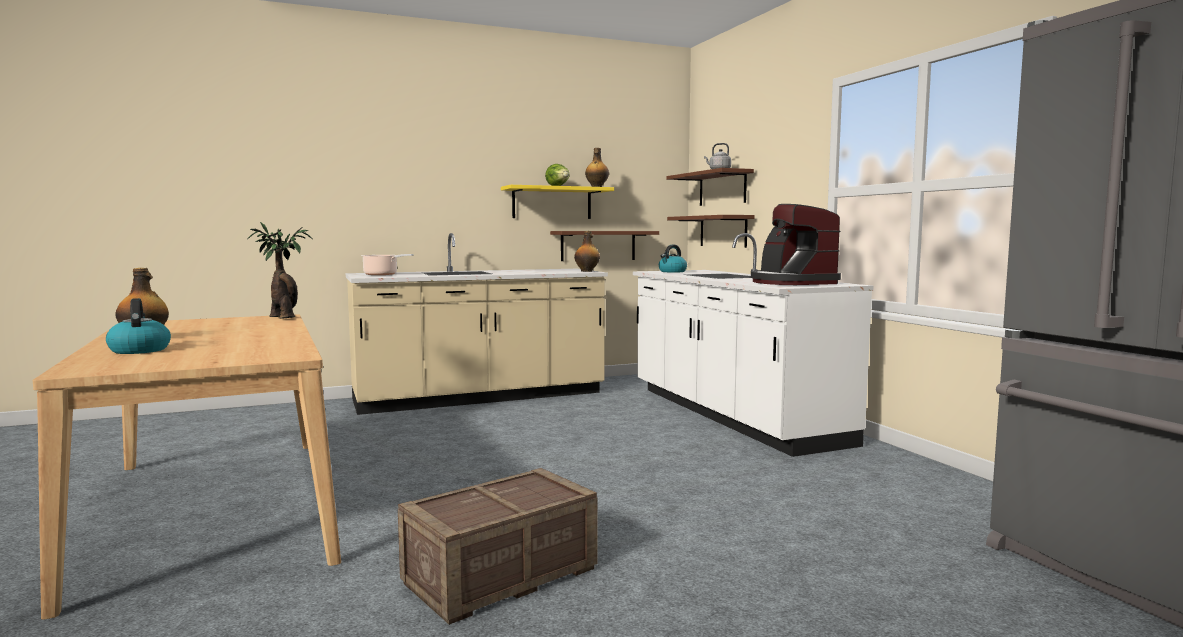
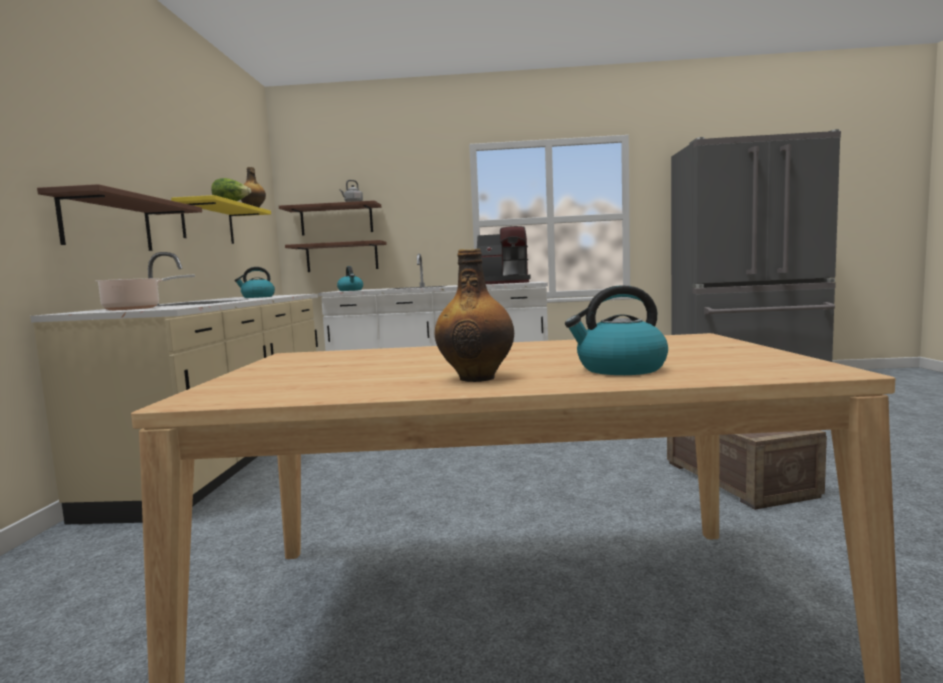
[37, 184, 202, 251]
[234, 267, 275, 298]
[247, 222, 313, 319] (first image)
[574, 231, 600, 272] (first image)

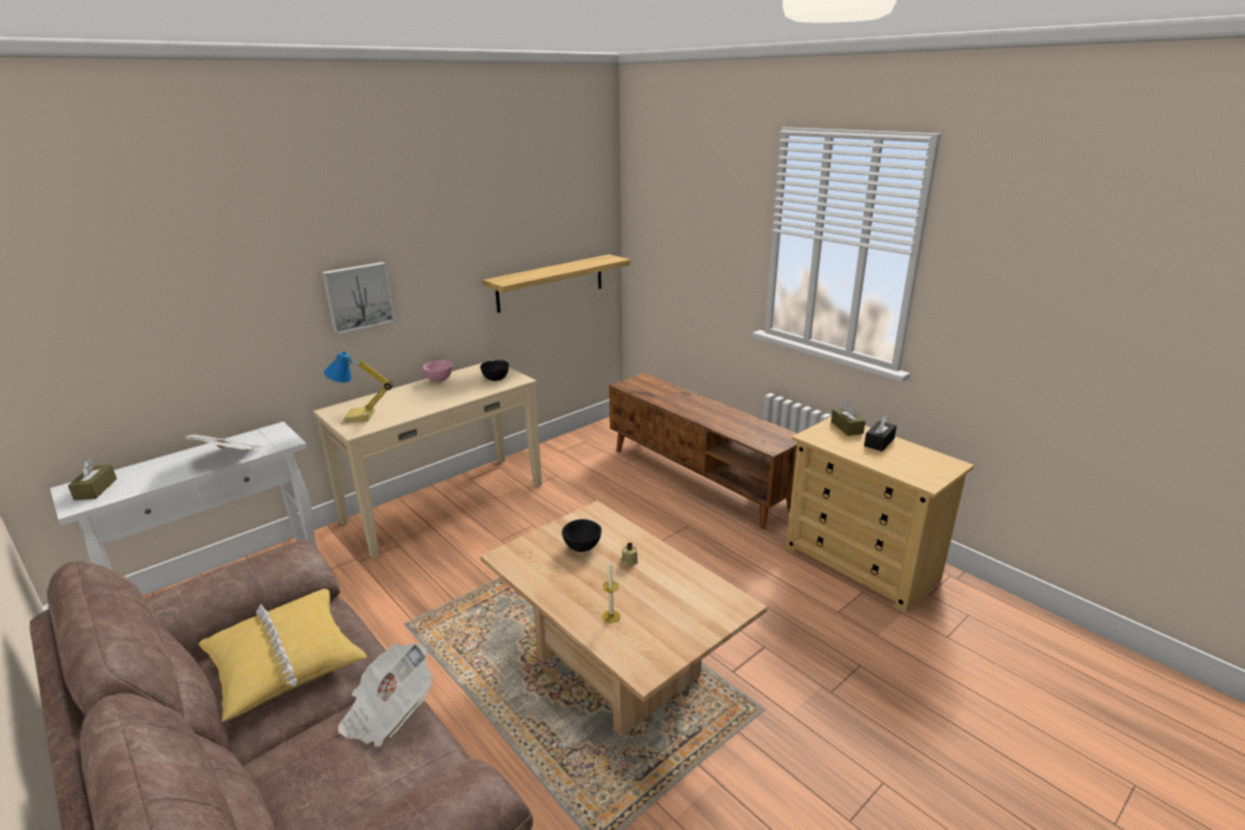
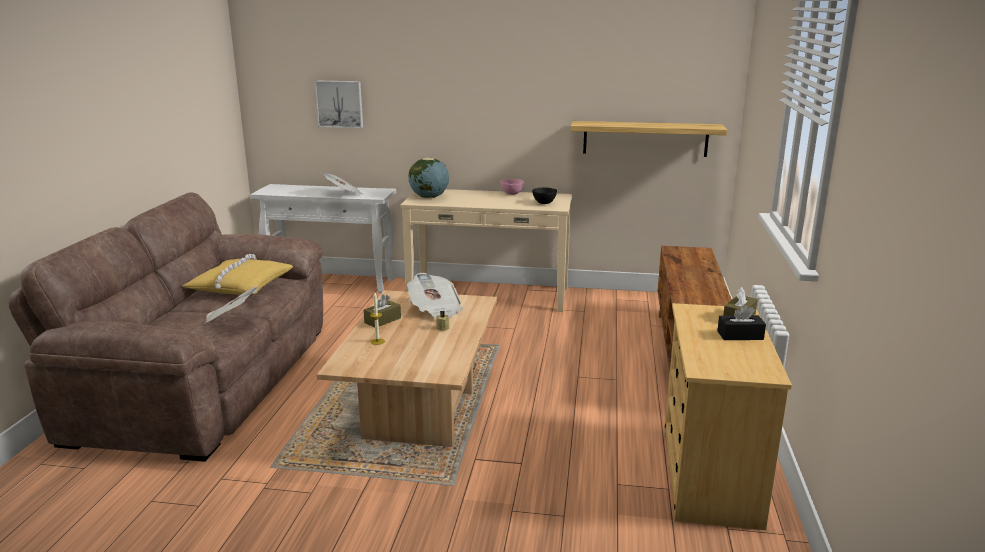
[315, 81, 363, 128]
[364, 294, 401, 327]
[407, 273, 463, 319]
[408, 157, 449, 198]

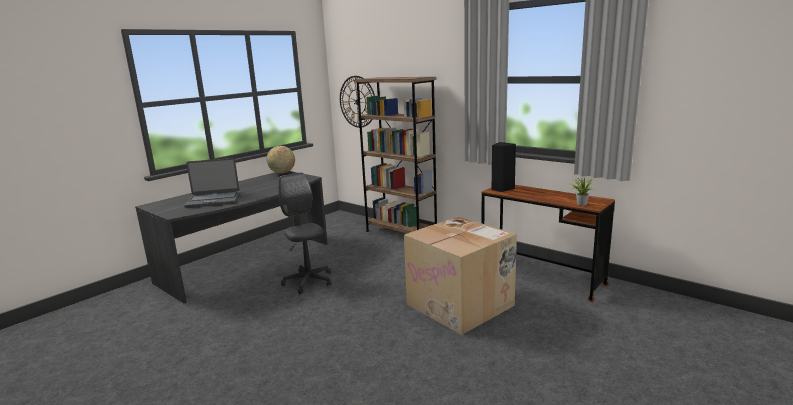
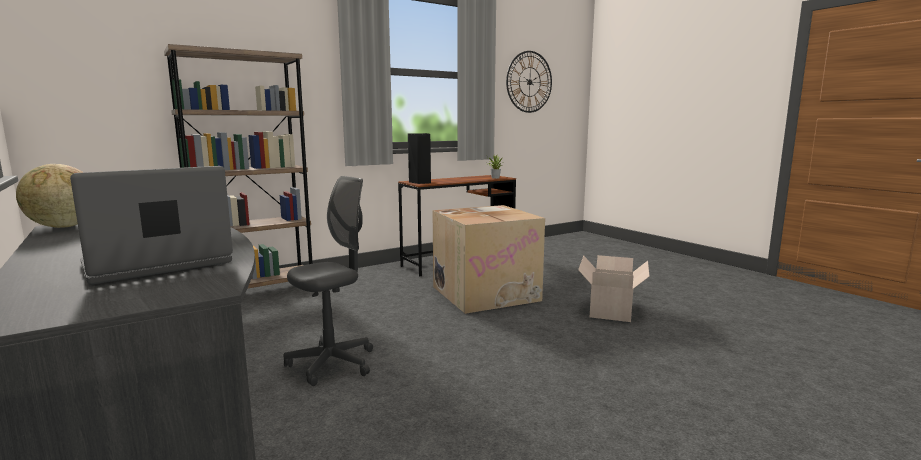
[70, 166, 233, 285]
[284, 176, 373, 386]
[506, 51, 552, 113]
[578, 255, 650, 322]

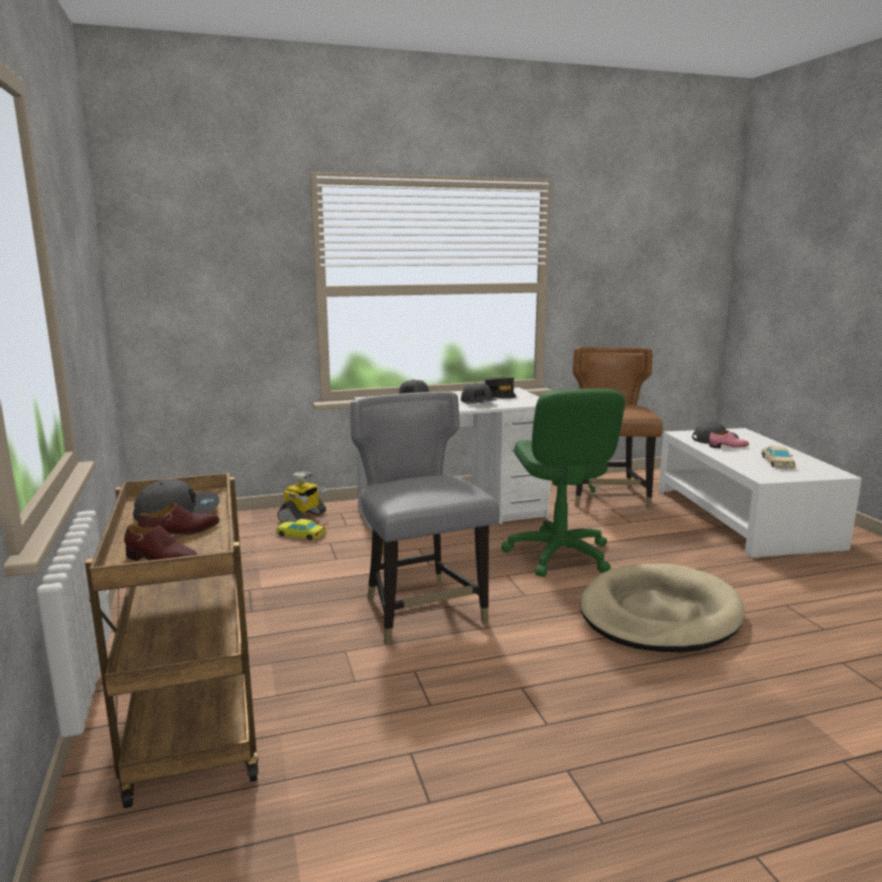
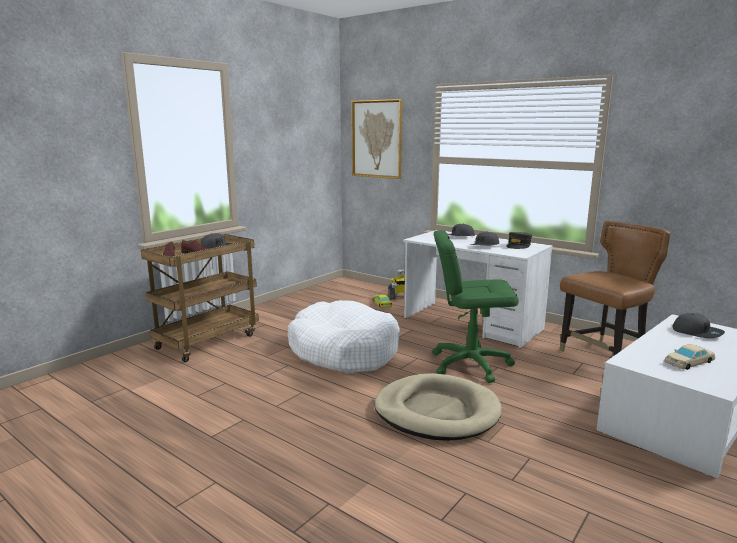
[288, 300, 400, 374]
[351, 99, 402, 179]
[432, 230, 519, 383]
[709, 430, 749, 448] (first image)

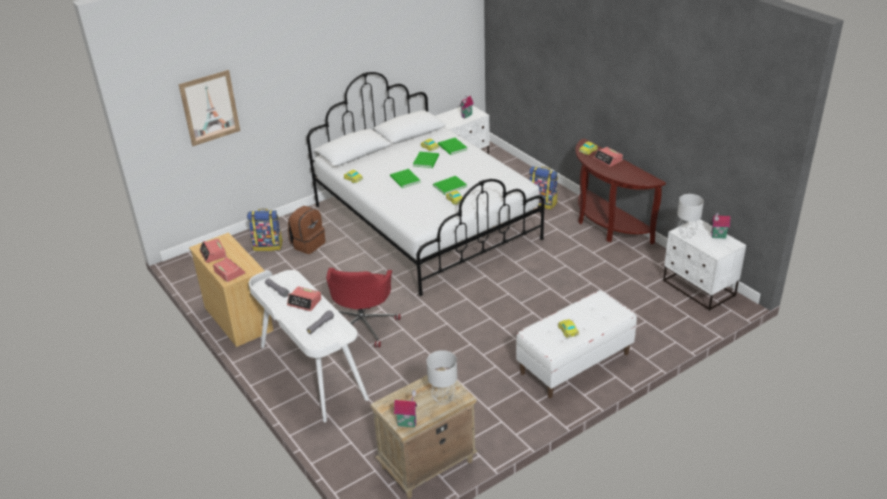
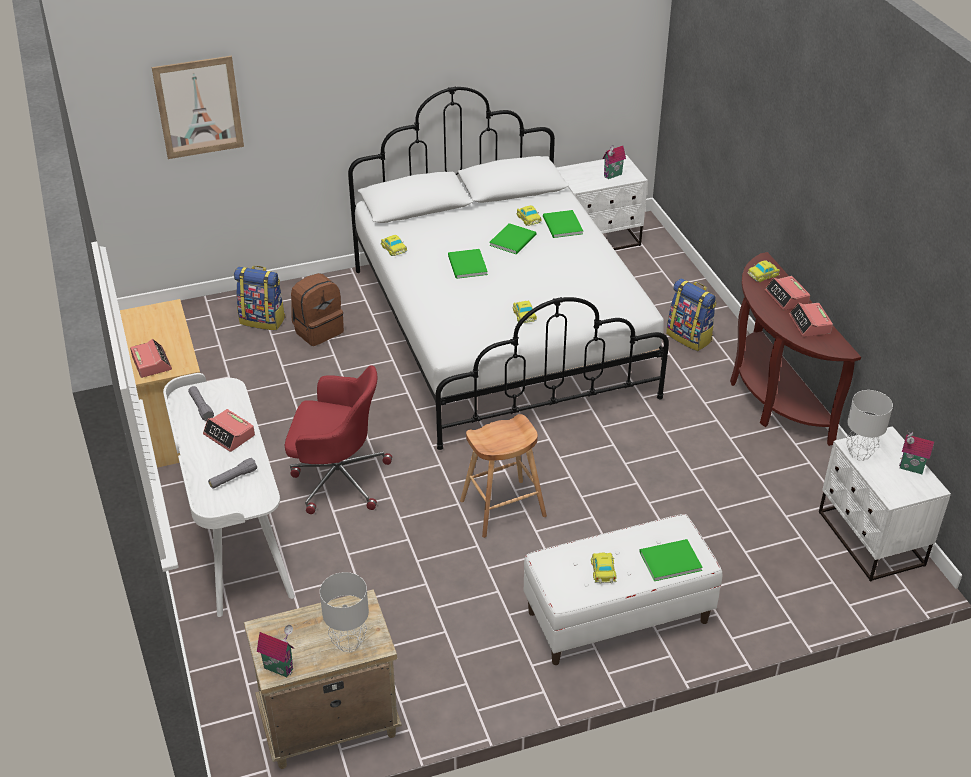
[285, 365, 392, 514]
[460, 414, 547, 538]
[639, 539, 703, 581]
[789, 303, 833, 337]

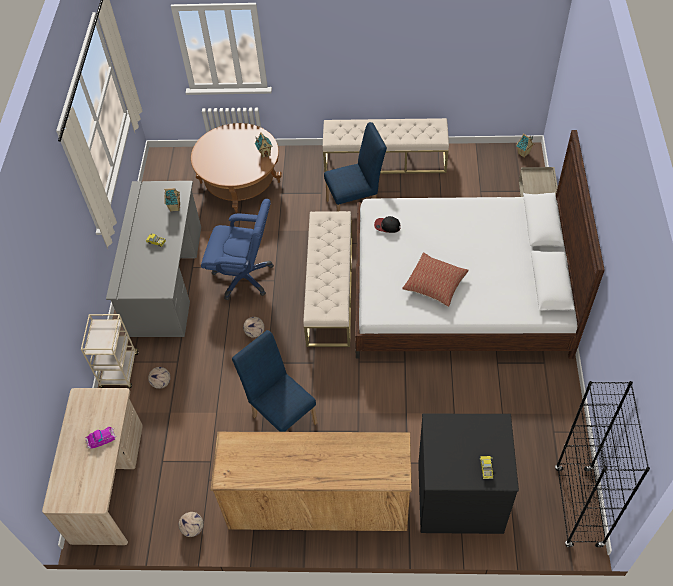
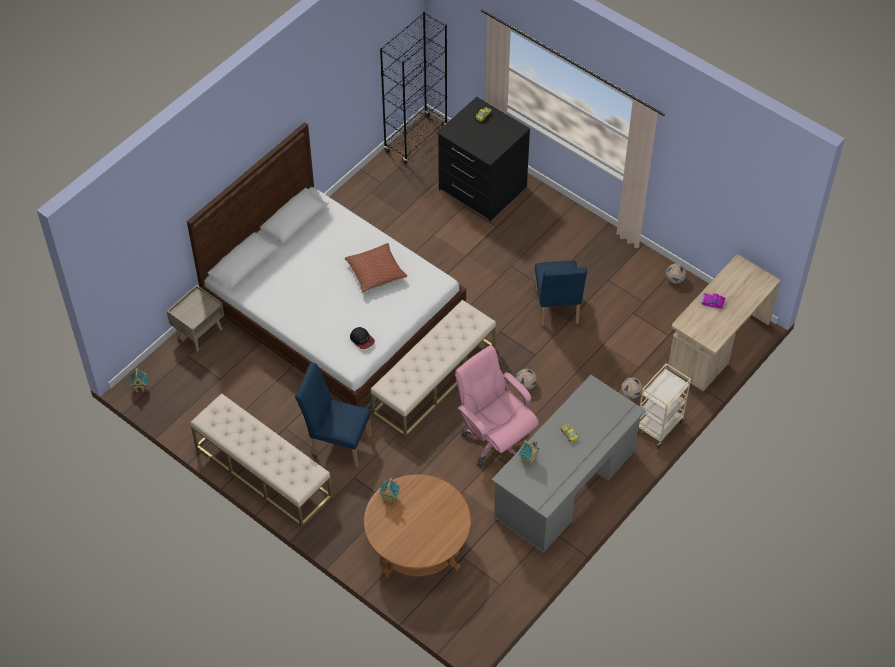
[455, 345, 539, 466]
[210, 432, 412, 531] (first image)

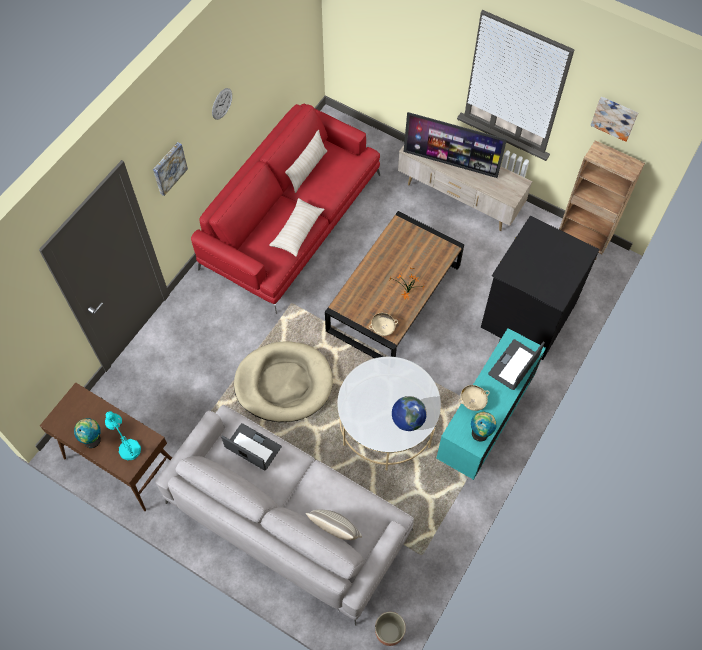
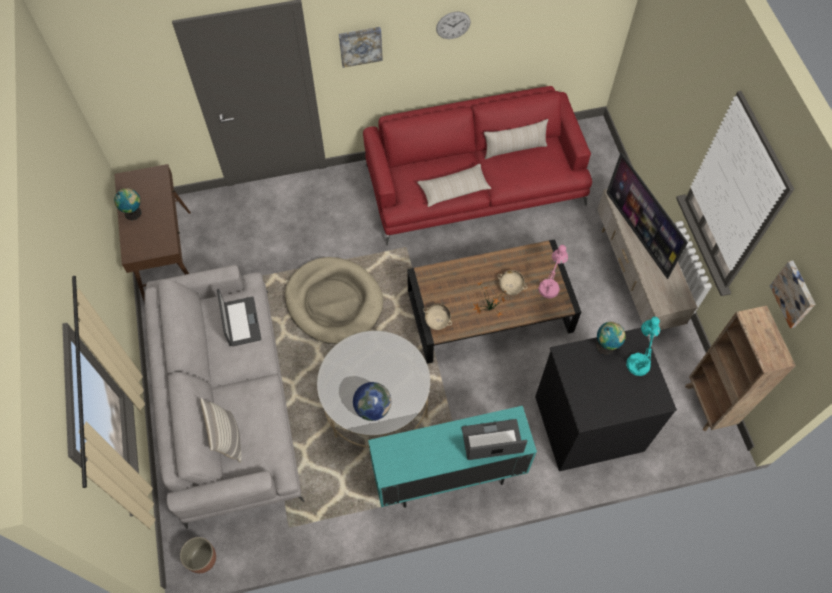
[497, 270, 527, 295]
[538, 245, 568, 298]
[596, 322, 626, 355]
[626, 317, 660, 376]

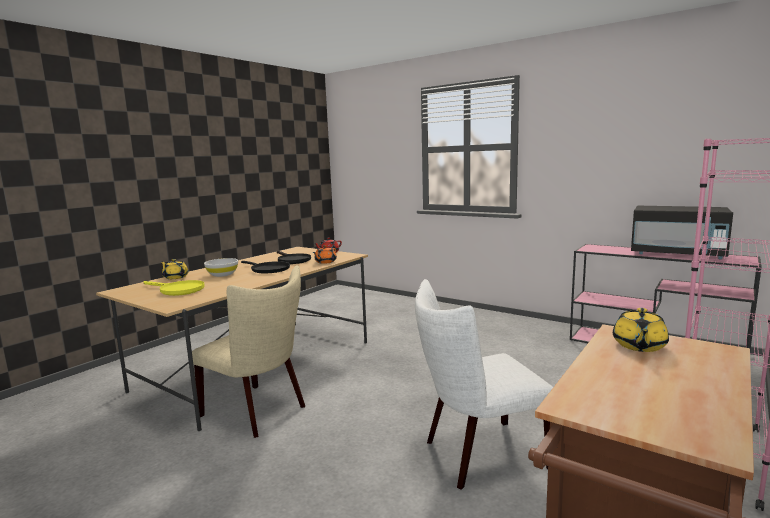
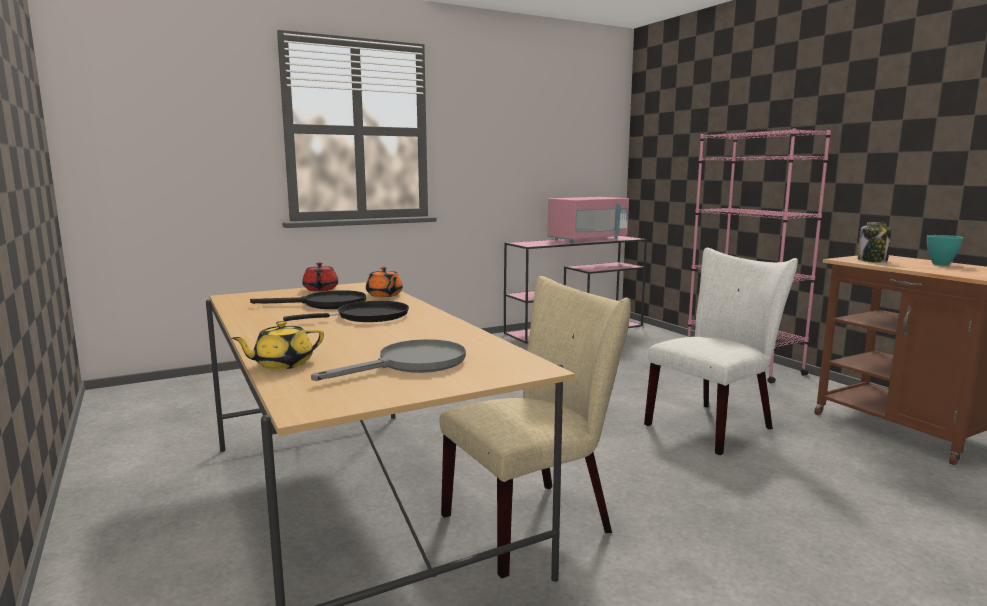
[311, 339, 466, 381]
[548, 197, 629, 243]
[644, 248, 798, 455]
[858, 222, 891, 262]
[927, 235, 963, 265]
[204, 258, 238, 277] (first image)

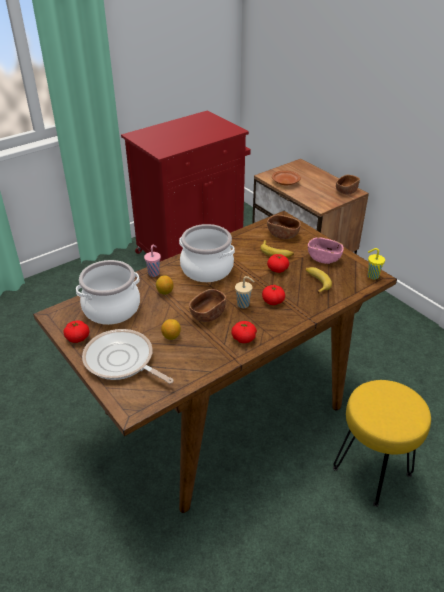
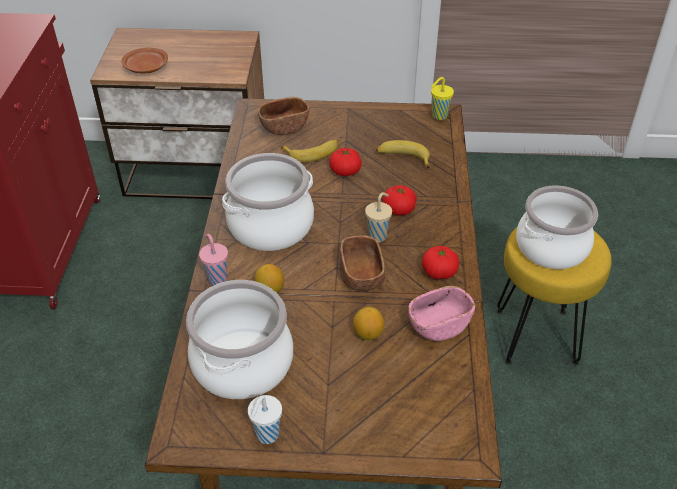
[248, 395, 282, 444]
[408, 286, 475, 341]
[516, 185, 598, 269]
[82, 329, 174, 384] (first image)
[336, 175, 360, 194] (first image)

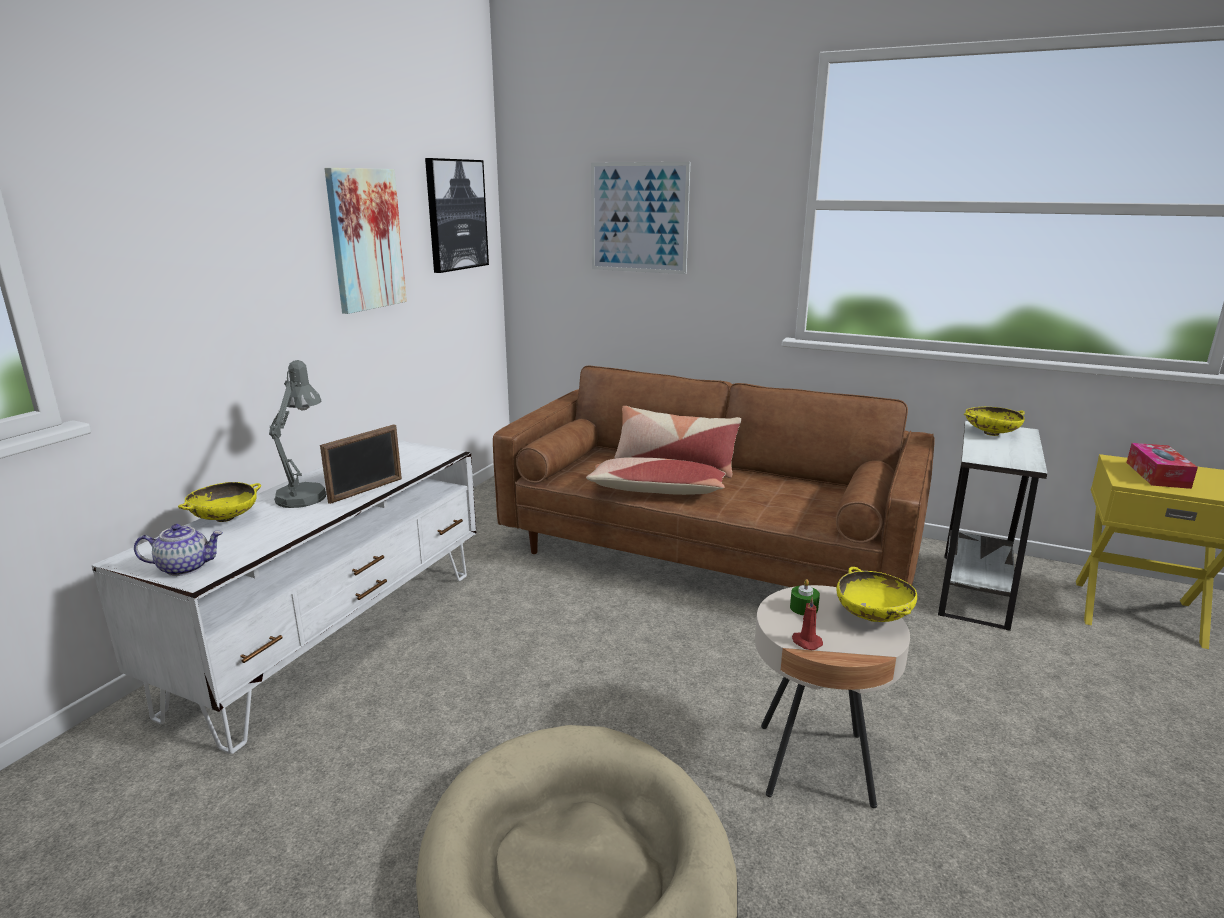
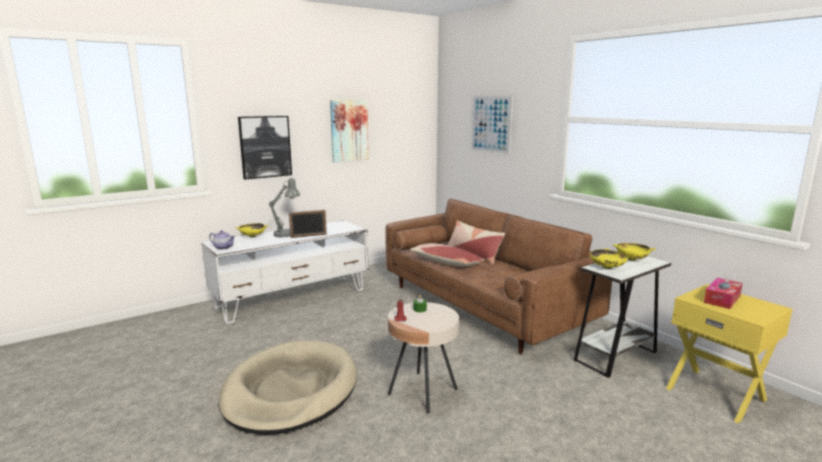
[238, 116, 292, 179]
[590, 248, 628, 269]

